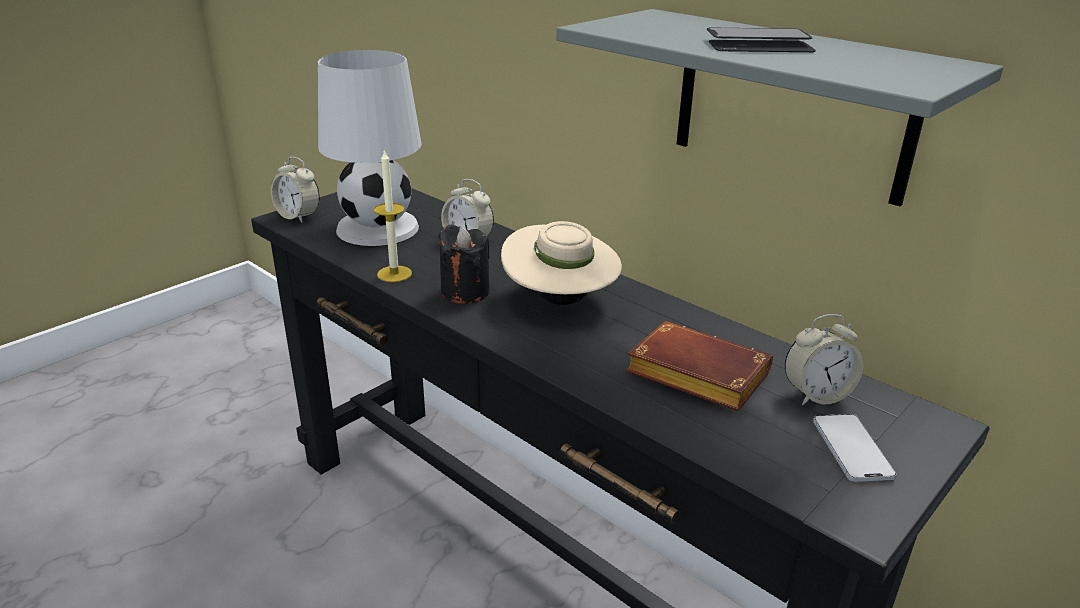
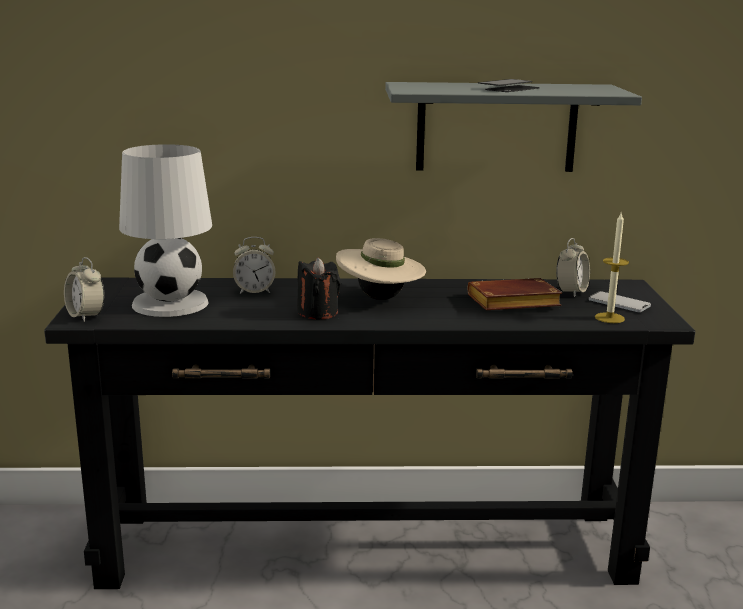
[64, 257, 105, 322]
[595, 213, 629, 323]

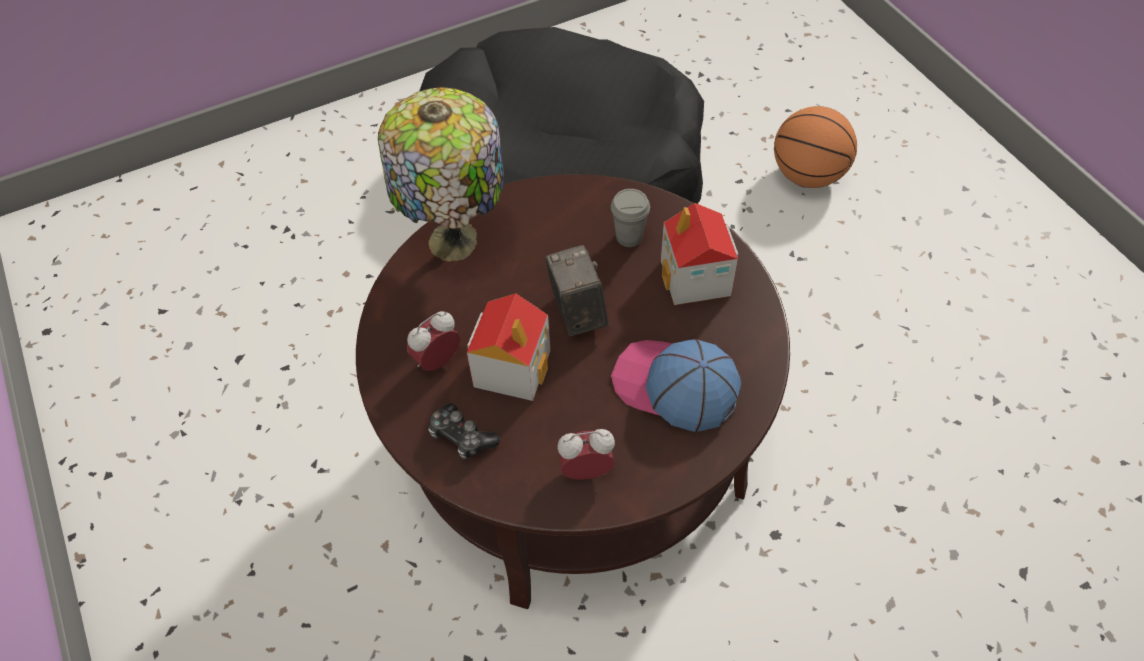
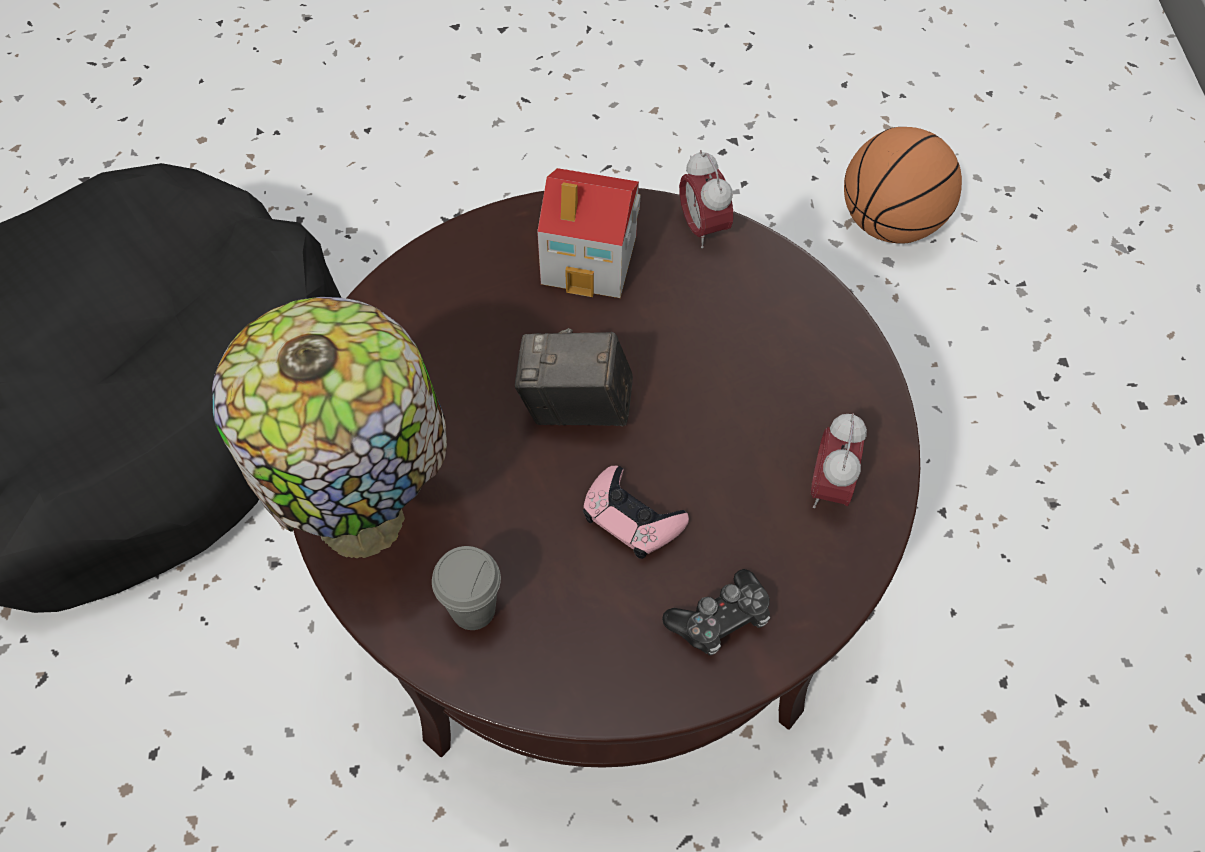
[432, 546, 501, 630]
[583, 466, 689, 559]
[679, 150, 733, 248]
[844, 127, 962, 244]
[611, 339, 741, 432] (first image)

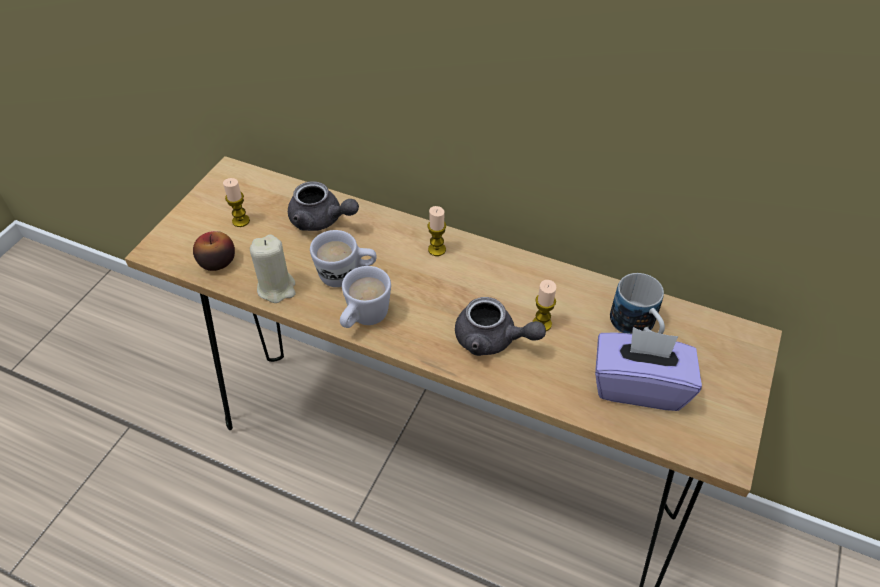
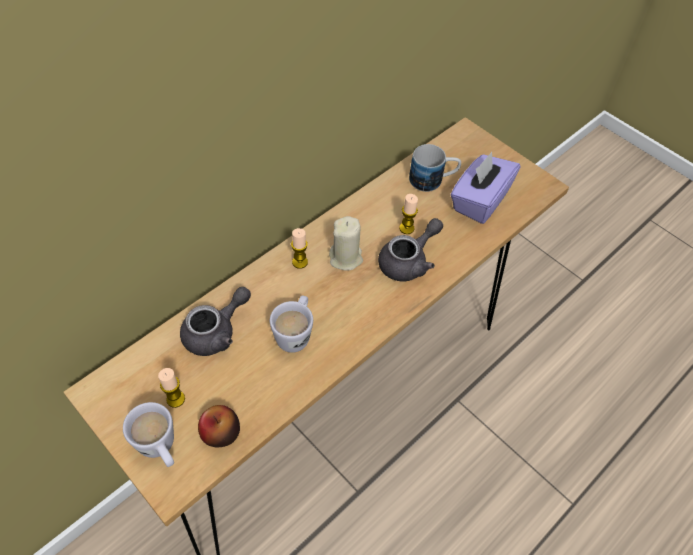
[123, 402, 174, 467]
[329, 216, 363, 271]

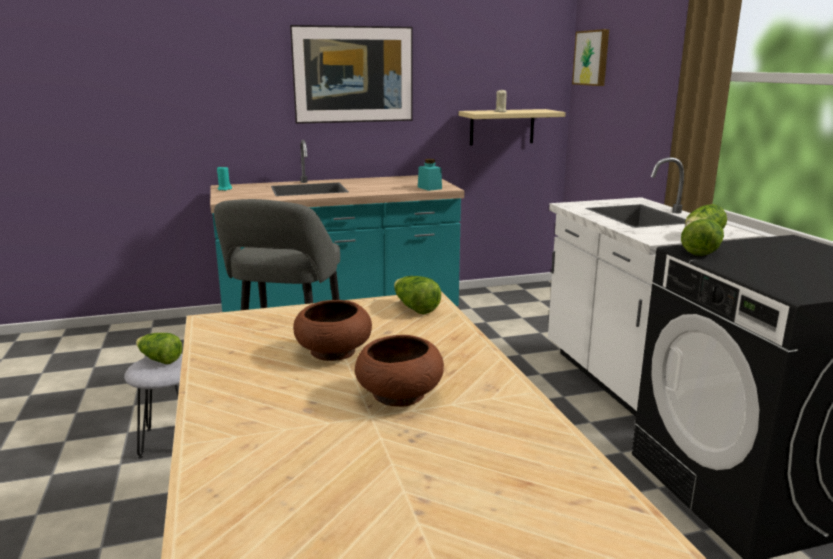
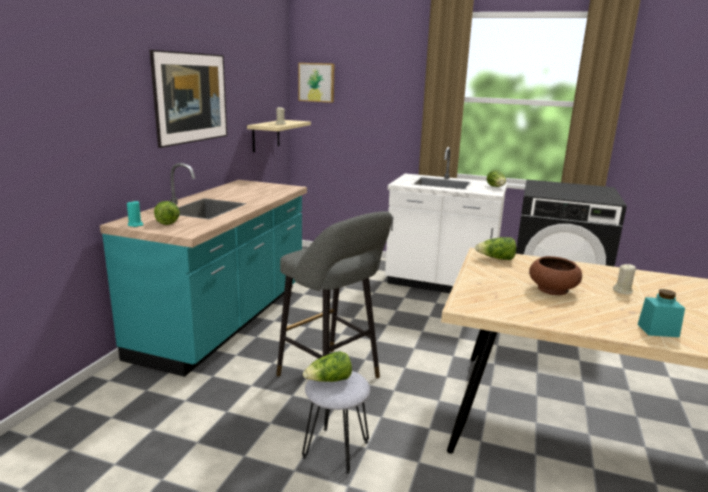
[154, 201, 180, 225]
[613, 264, 636, 294]
[638, 289, 685, 337]

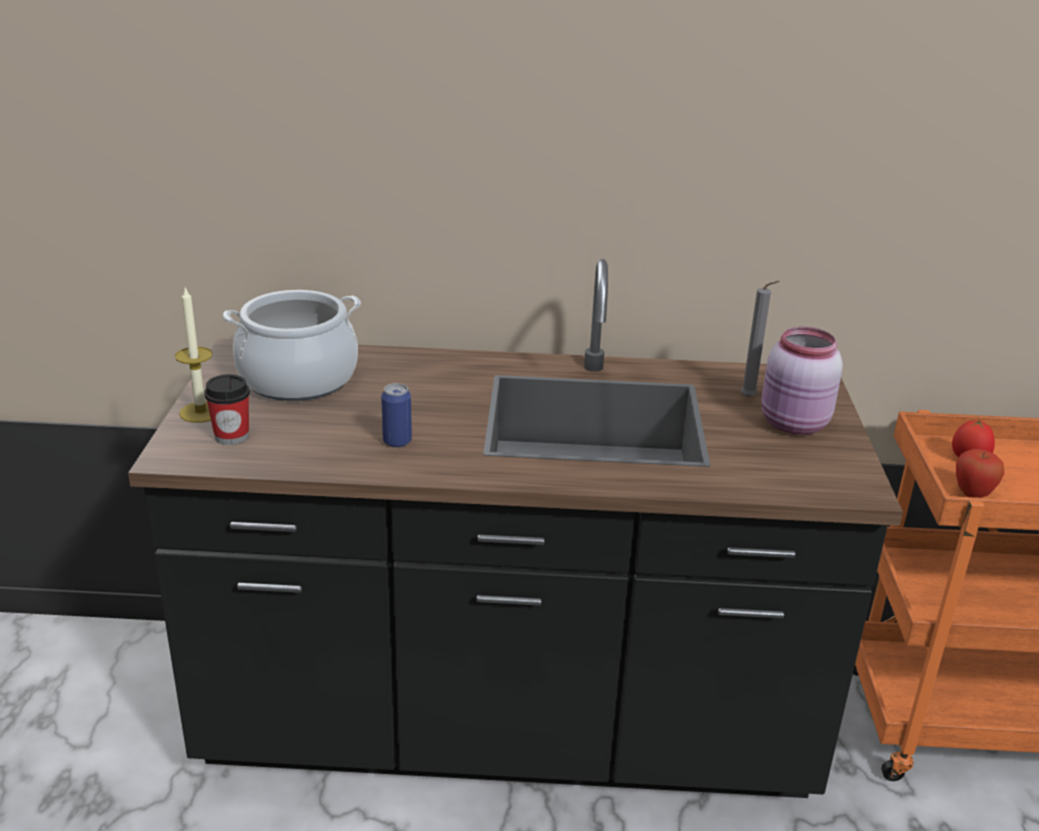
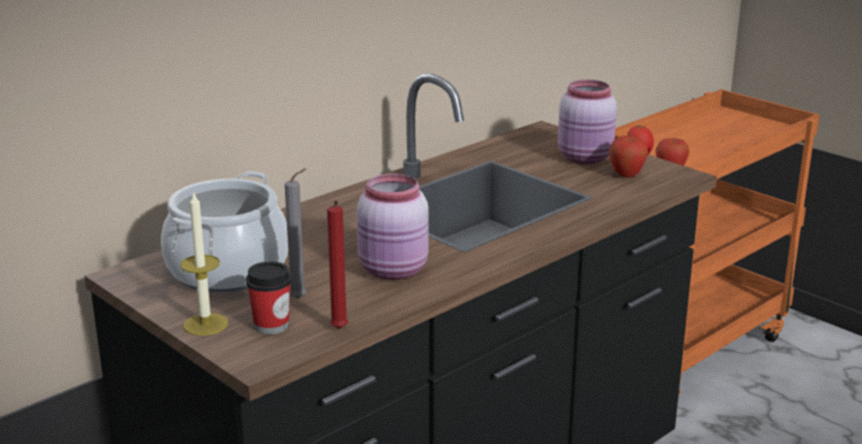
[285, 168, 307, 299]
[327, 200, 348, 329]
[357, 174, 429, 280]
[609, 136, 648, 178]

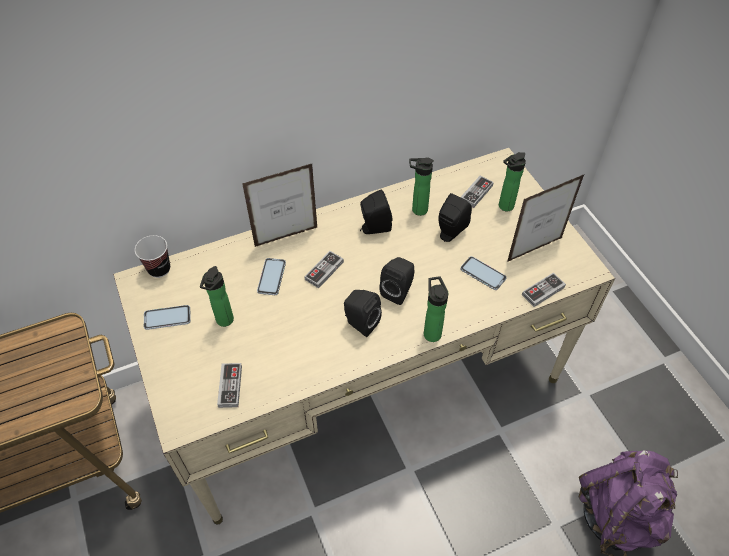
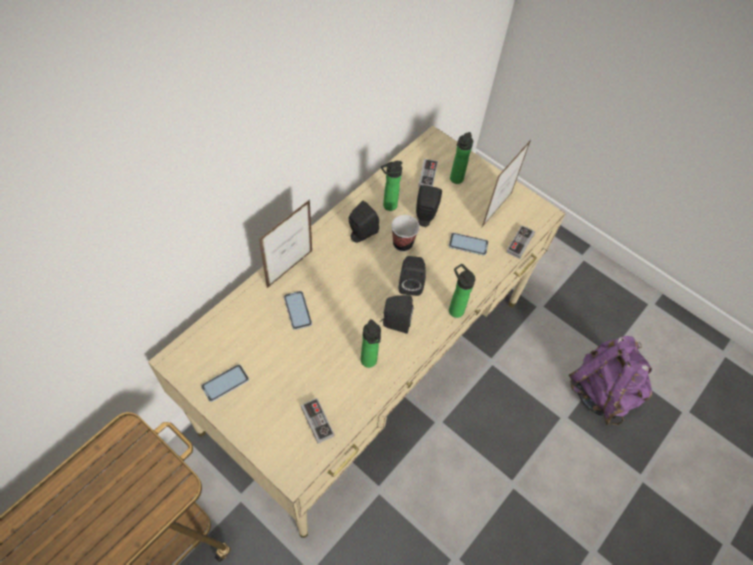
[361, 319, 381, 368]
[392, 215, 420, 252]
[304, 251, 344, 288] (first image)

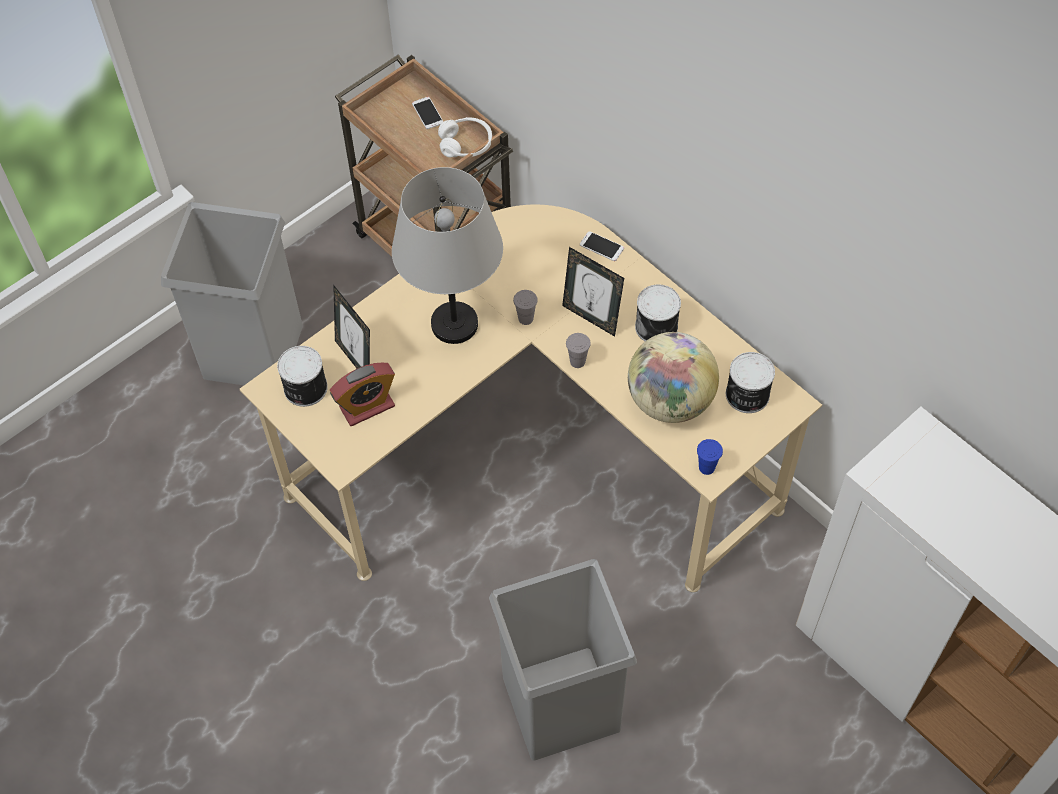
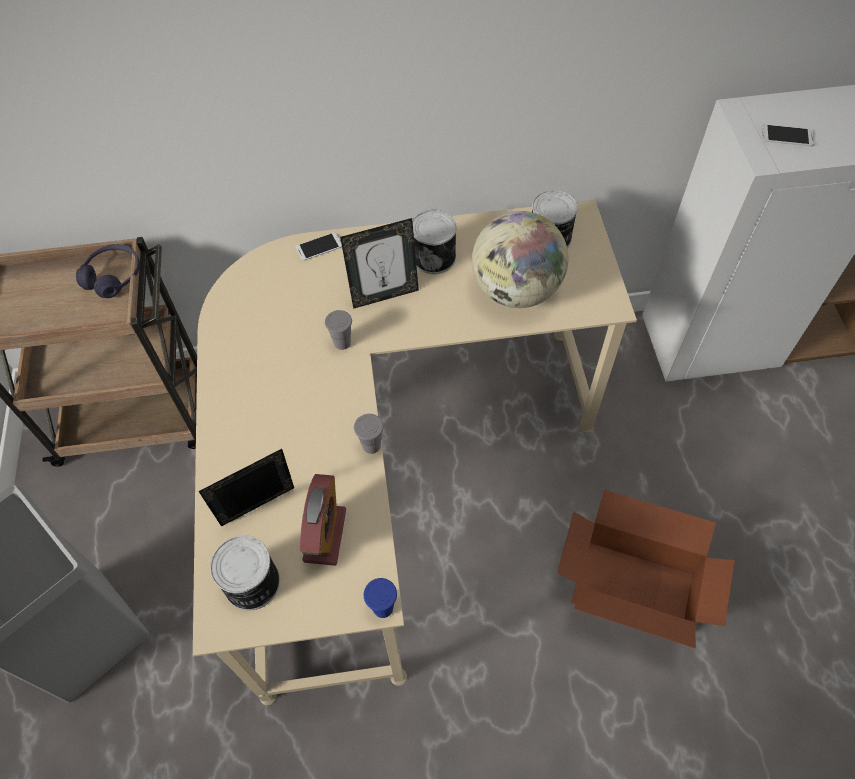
[76, 244, 140, 298]
[198, 449, 294, 527]
[354, 414, 384, 454]
[364, 578, 397, 618]
[557, 490, 735, 648]
[762, 124, 814, 146]
[392, 167, 503, 344] (first image)

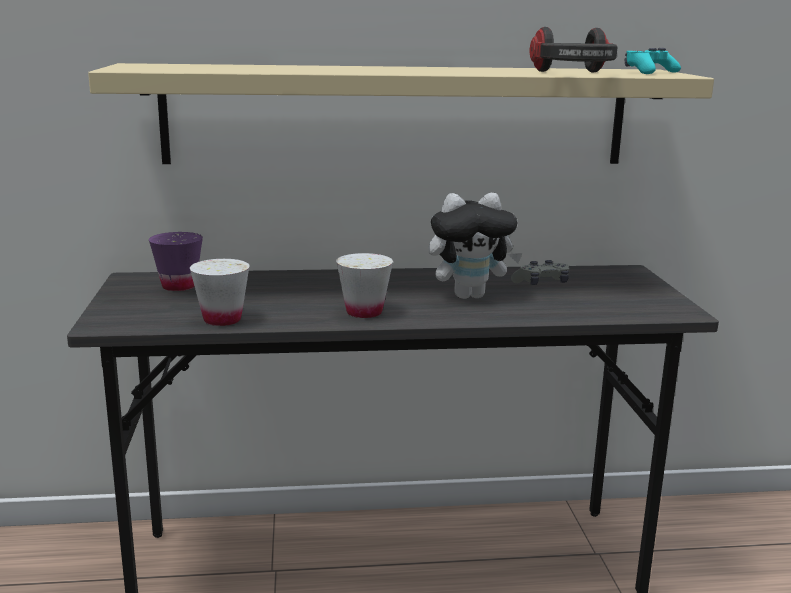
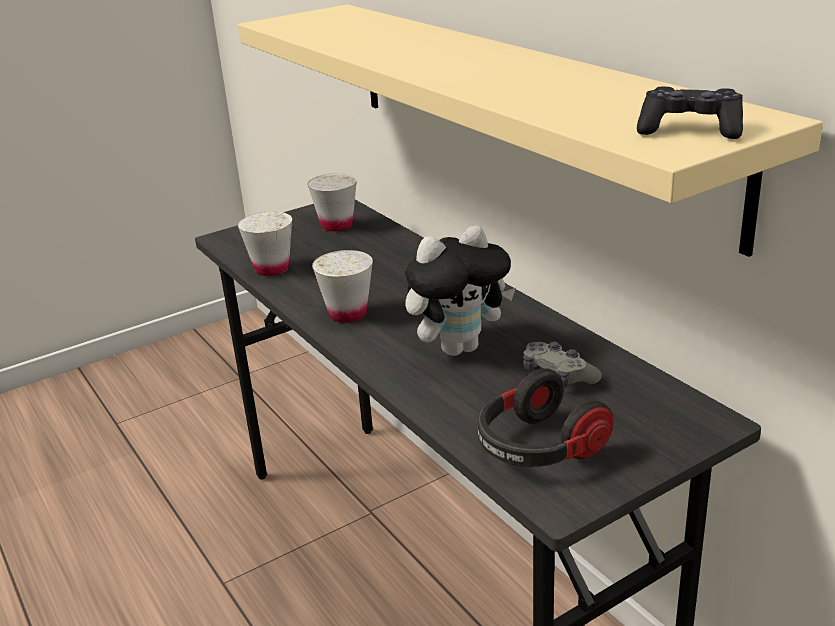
[307, 173, 357, 232]
[405, 225, 516, 356]
[478, 368, 613, 467]
[637, 87, 743, 139]

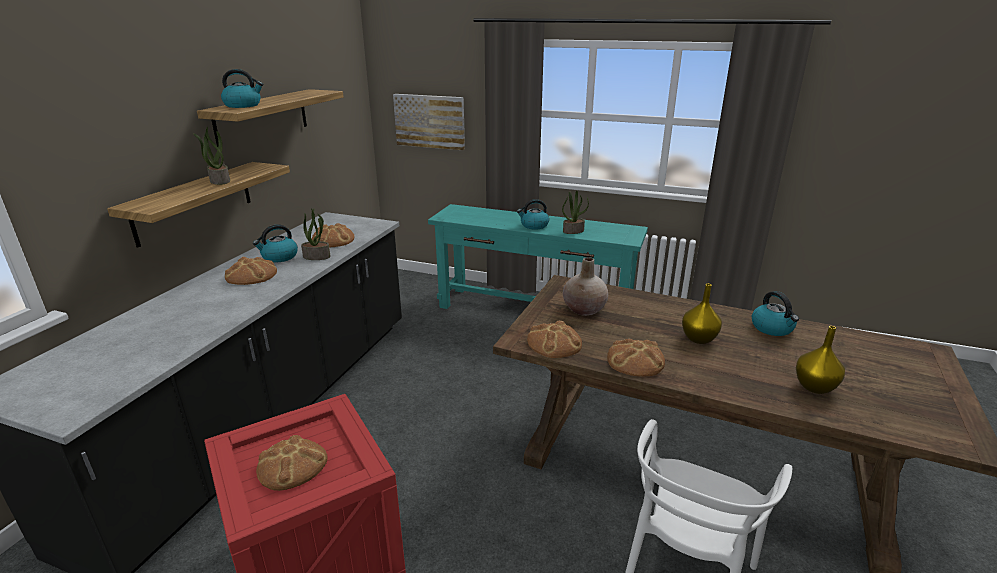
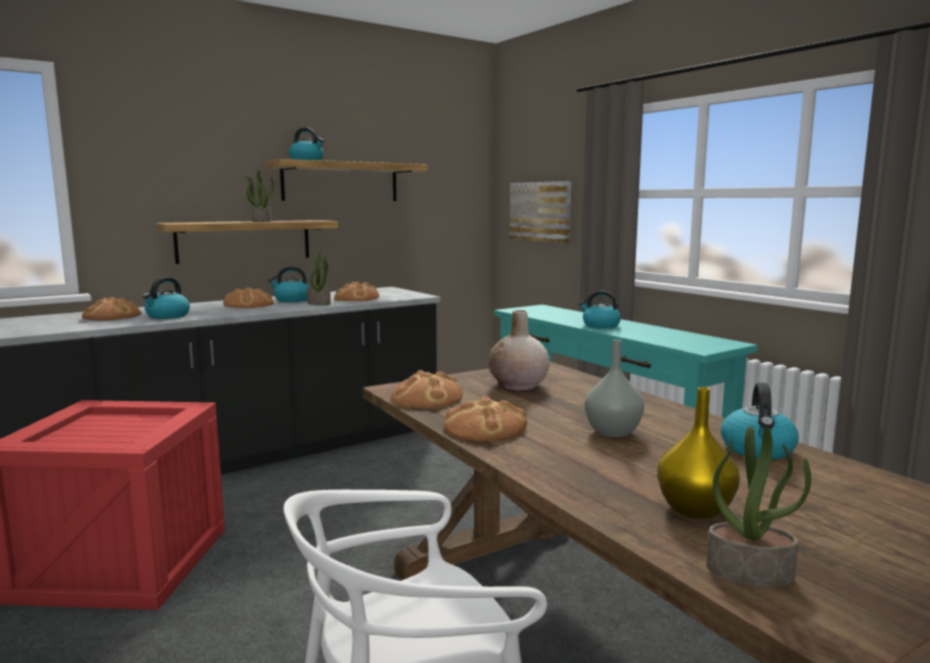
[82, 297, 141, 320]
[143, 277, 190, 319]
[585, 339, 644, 437]
[706, 426, 811, 587]

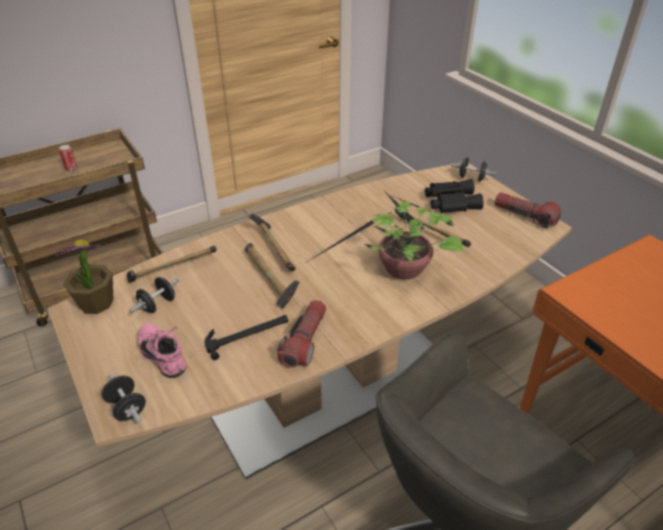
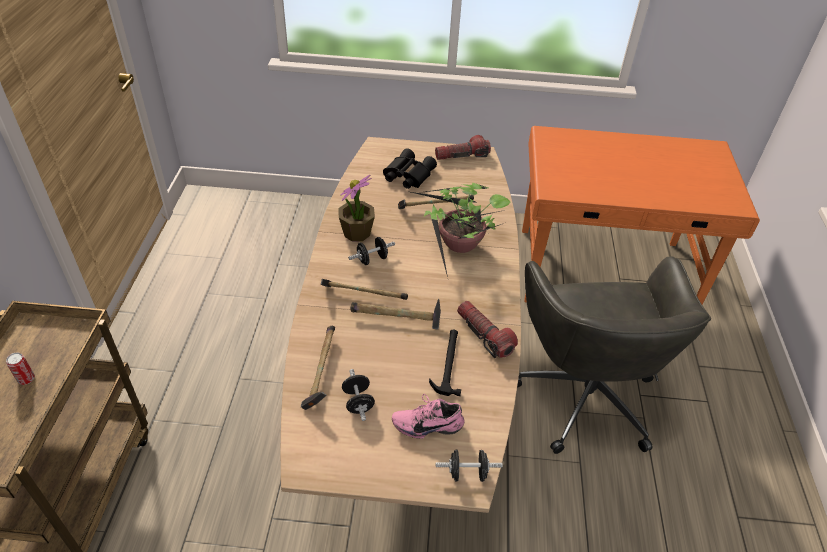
[338, 175, 375, 242]
[348, 237, 395, 265]

